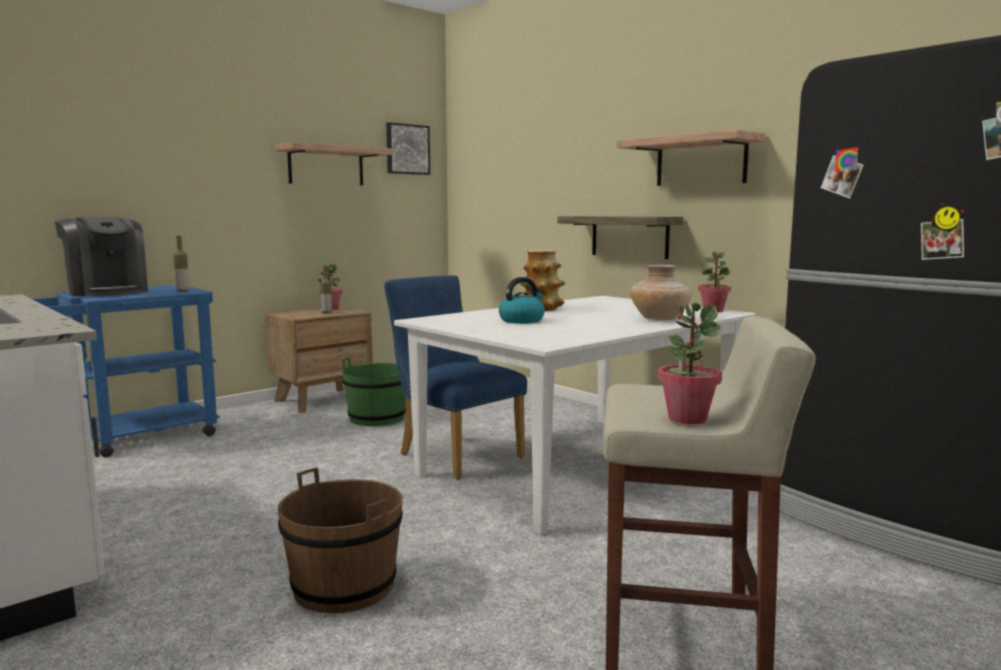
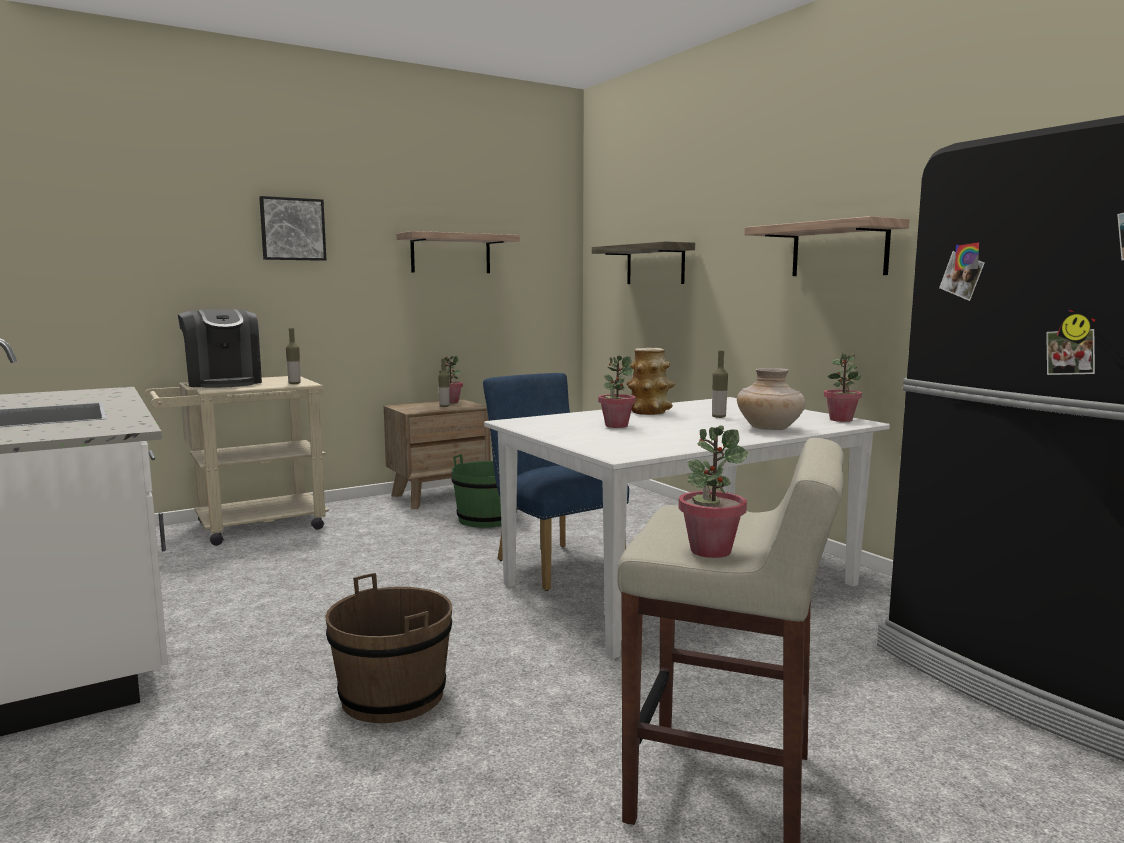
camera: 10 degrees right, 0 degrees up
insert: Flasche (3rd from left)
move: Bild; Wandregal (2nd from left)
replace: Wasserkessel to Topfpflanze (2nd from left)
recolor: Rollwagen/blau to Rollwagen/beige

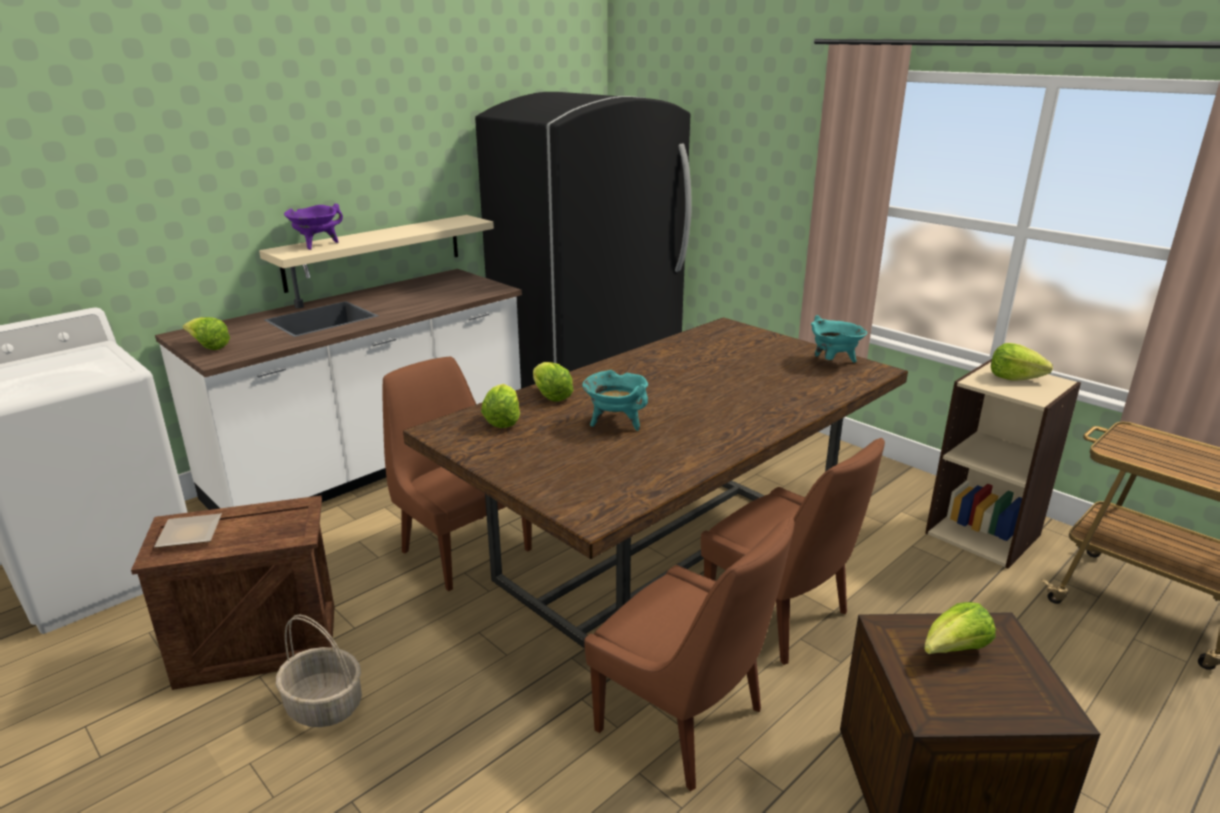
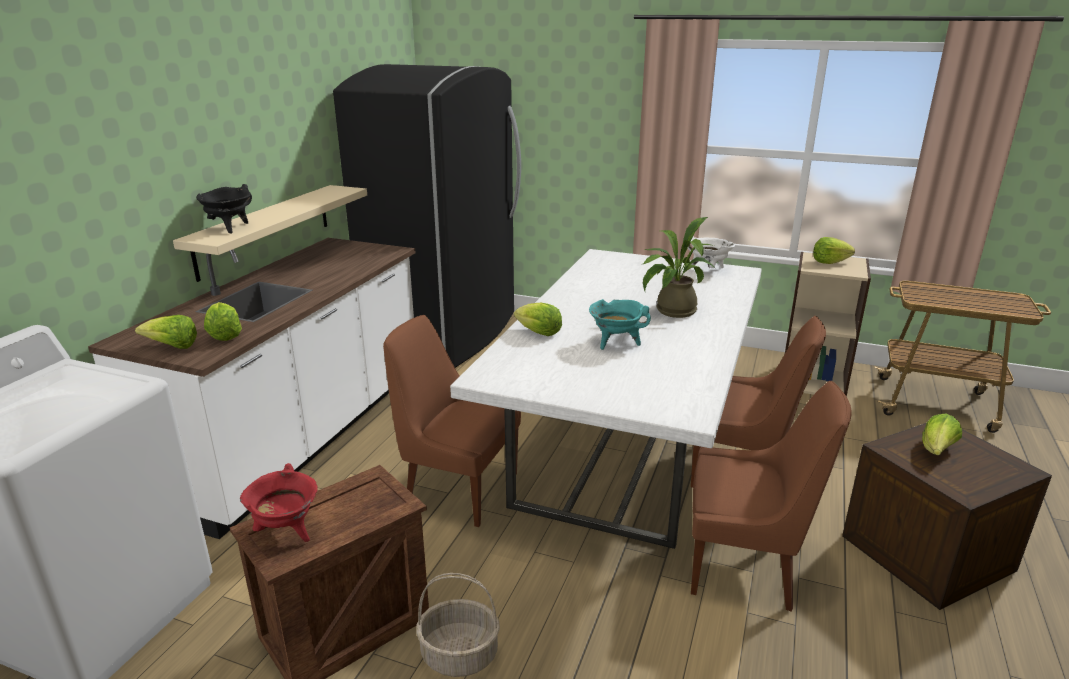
camera: 25 degrees left, 0 degrees up
insert: Topfpflanze
move: Salatkopf (2nd from left)
replace: Teller to Kochtopf/rot
recolor: Kochtopf/lila to Kochtopf/schwarz; Esstisch/braun to Esstisch/weiß; Kochtopf/türkis (2nd from left) to Kochtopf/weiß

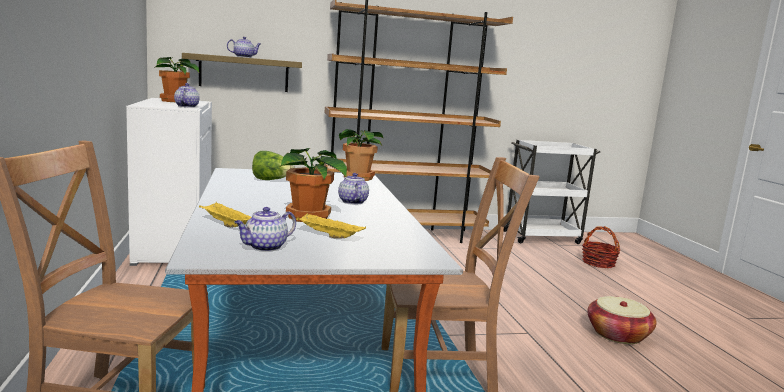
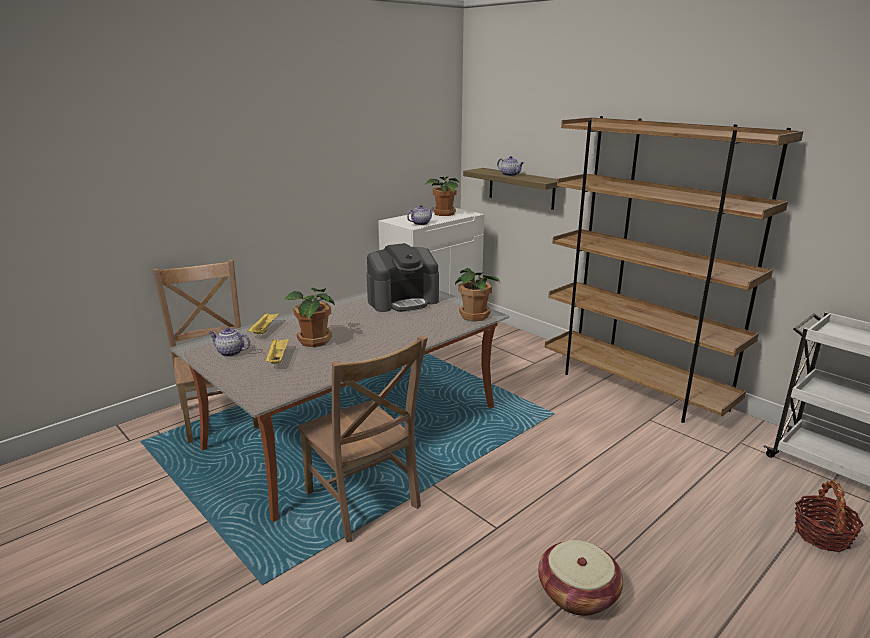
camera: 60 degrees right, 10 degrees up
delete: Teekanne (4th from left)
replace: Salatkopf to Kaffeemaschine

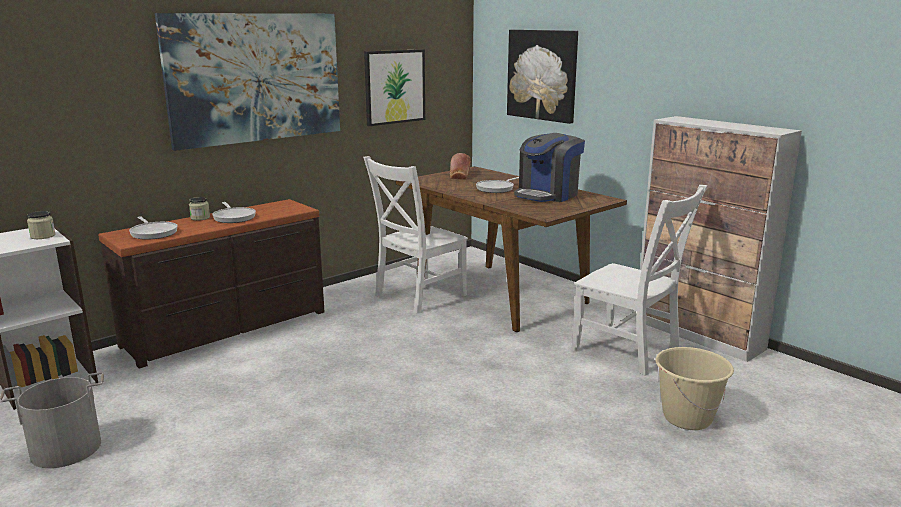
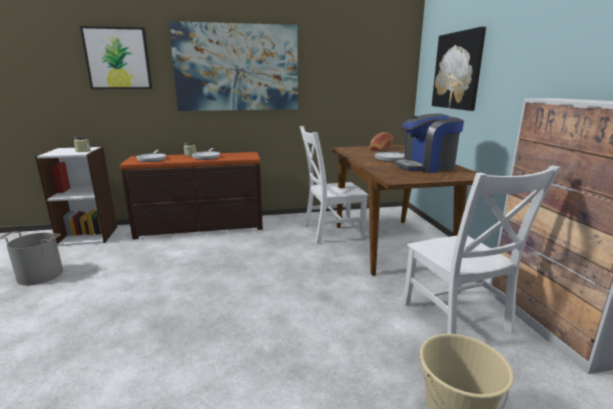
camera: 30 degrees right, 0 degrees up
move: Bild (2nd from left in the first image) to Bild (1st from left)

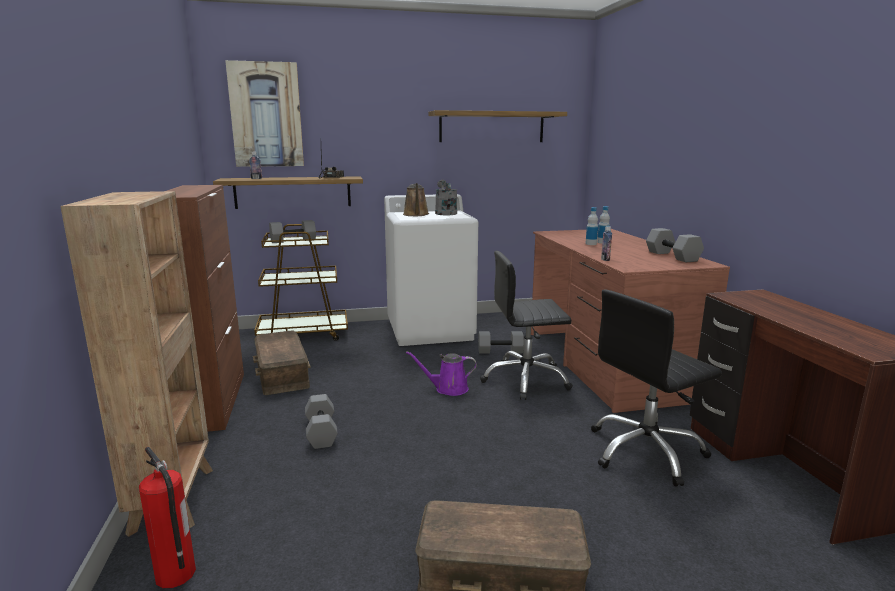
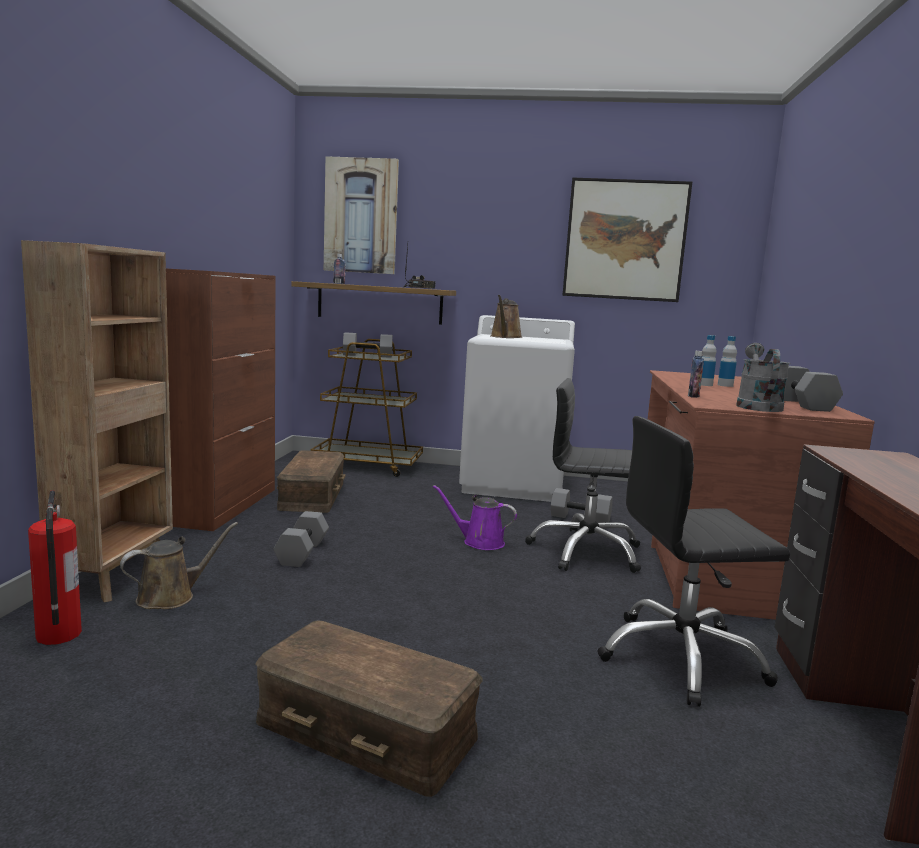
camera: 20 degrees right, 5 degrees down
insert: Gießkanne/braun (1st from left)
move: Gießkanne/grau
replace: Wandregal (2nd from left) to Bild (2nd from left)

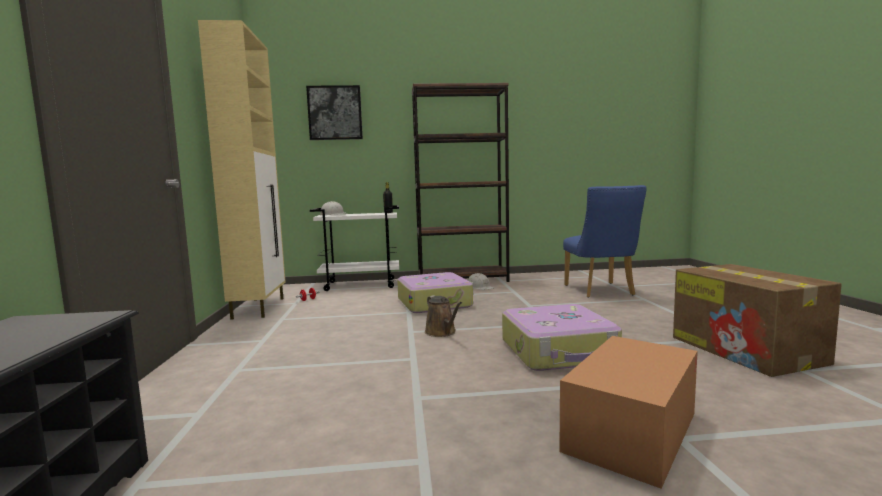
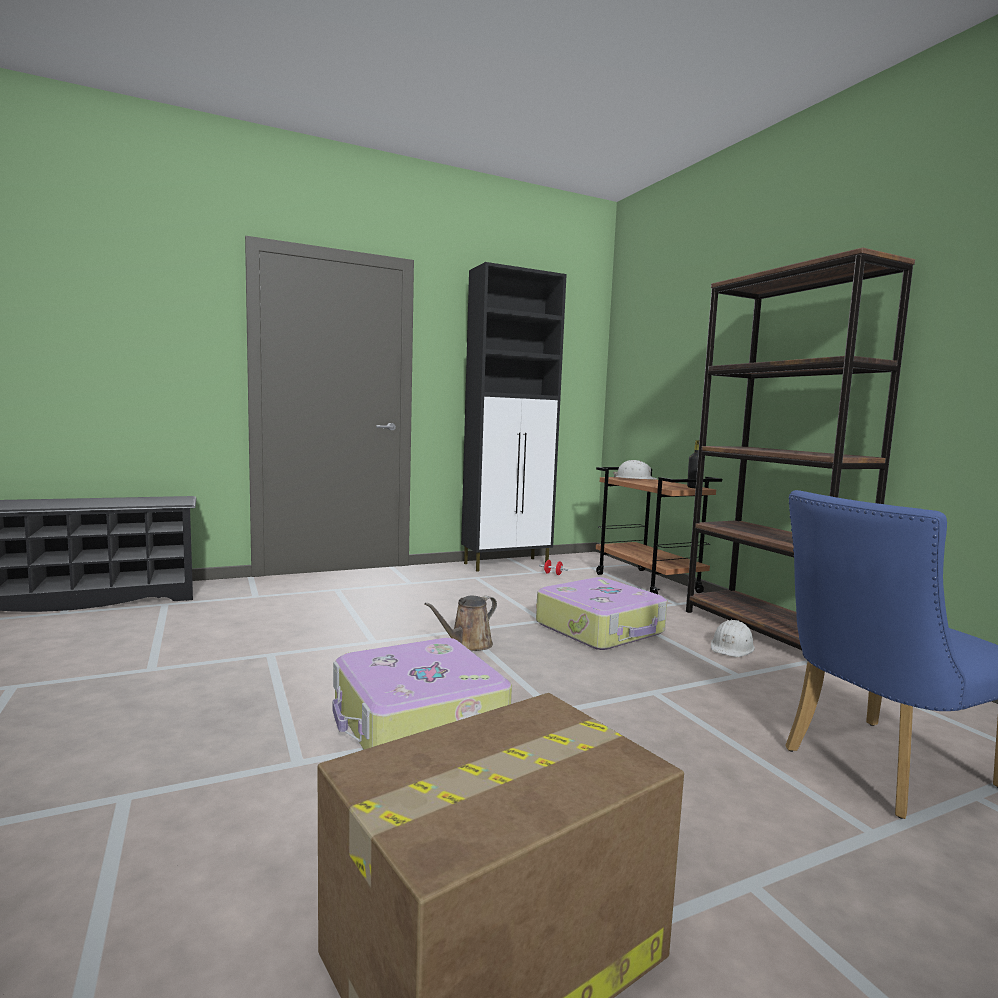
camera: 70 degrees right, 0 degrees up
delete: Bild; Karton (1st from left)
recolor: Schrank/beige to Schrank/schwarz; Rollwagen/weiß to Rollwagen/braun

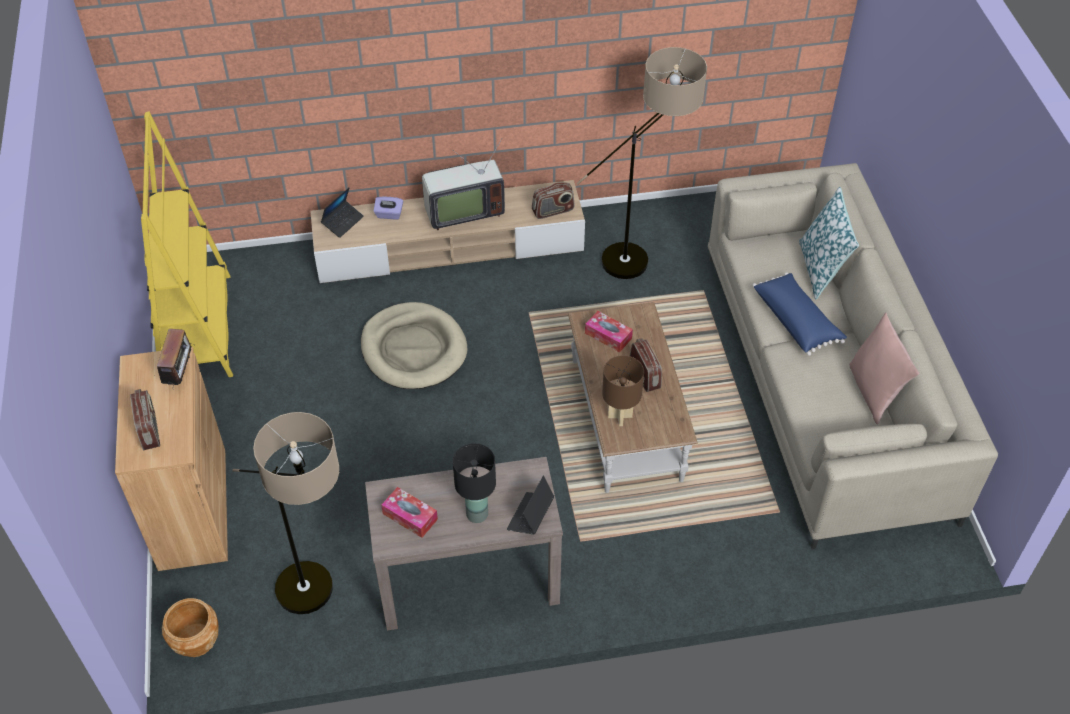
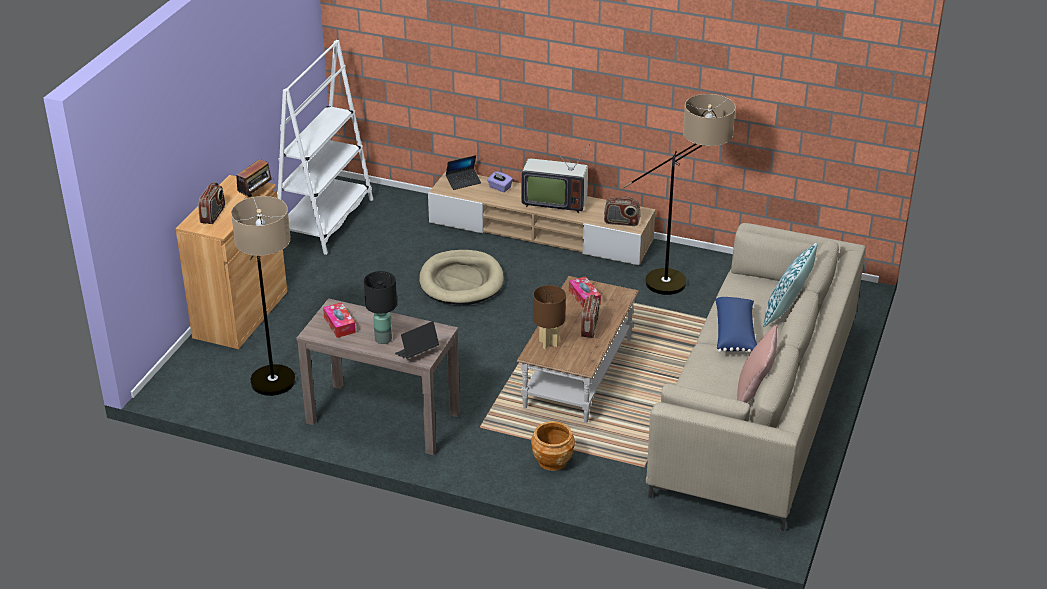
camera: 30 degrees right, 15 degrees down
move: Pflanzkübel/braun
recolor: Bücherregal/gelb to Bücherregal/weiß

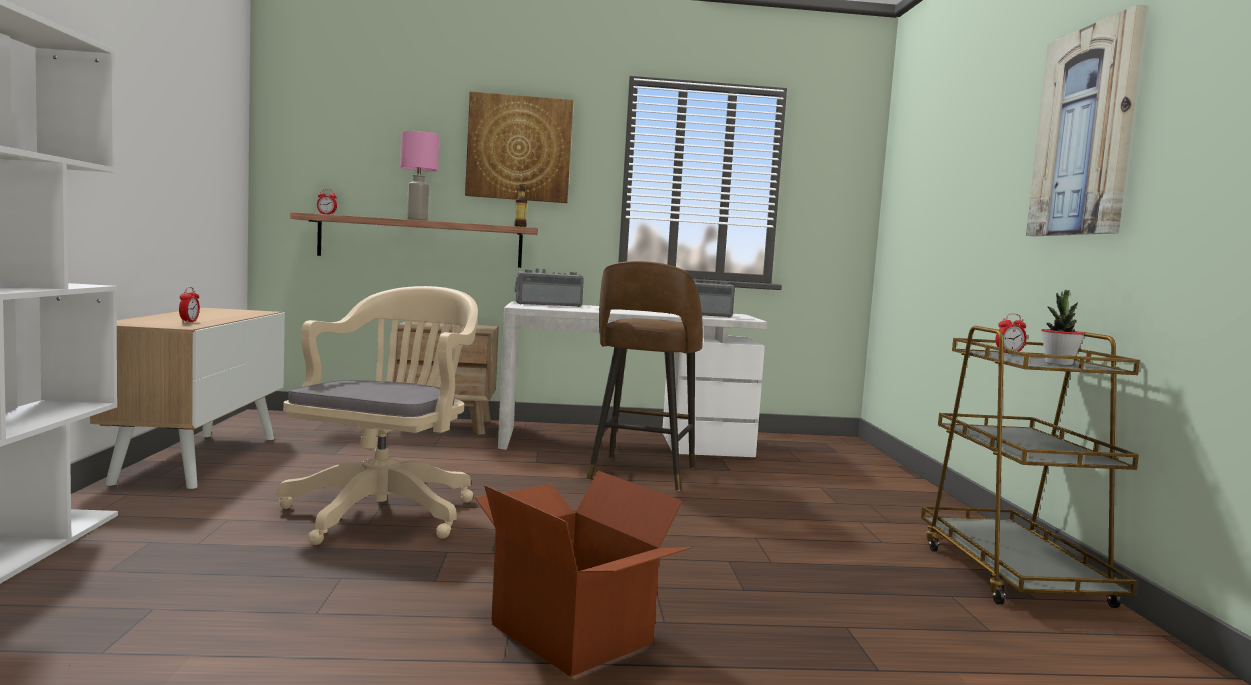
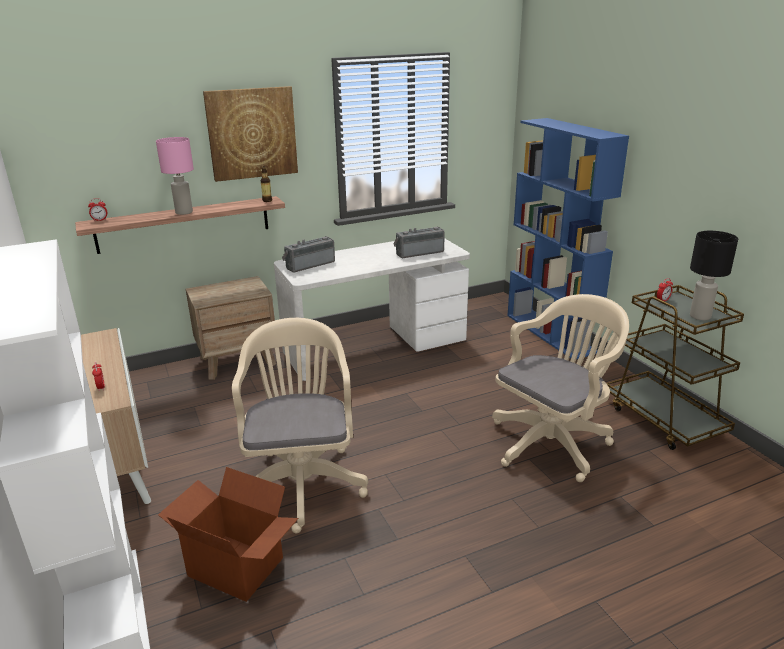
camera: 20 degrees left, 20 degrees up
delete: Hocker/braun; Bild (2nd from left)
insert: Bürostuhl/beige (2nd from left); Bücherregal/blau
move: Karton
replace: Topfpflanze to Tischlampe/schwarz

